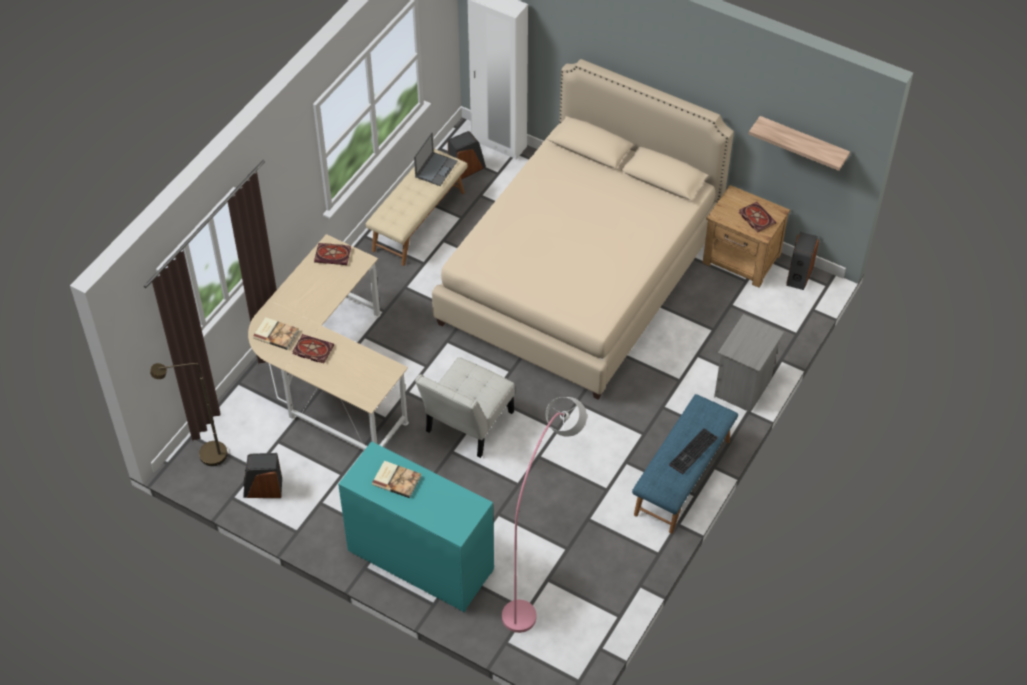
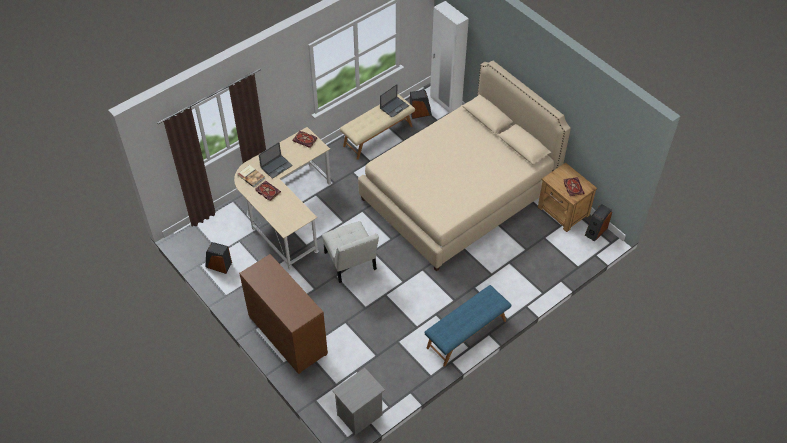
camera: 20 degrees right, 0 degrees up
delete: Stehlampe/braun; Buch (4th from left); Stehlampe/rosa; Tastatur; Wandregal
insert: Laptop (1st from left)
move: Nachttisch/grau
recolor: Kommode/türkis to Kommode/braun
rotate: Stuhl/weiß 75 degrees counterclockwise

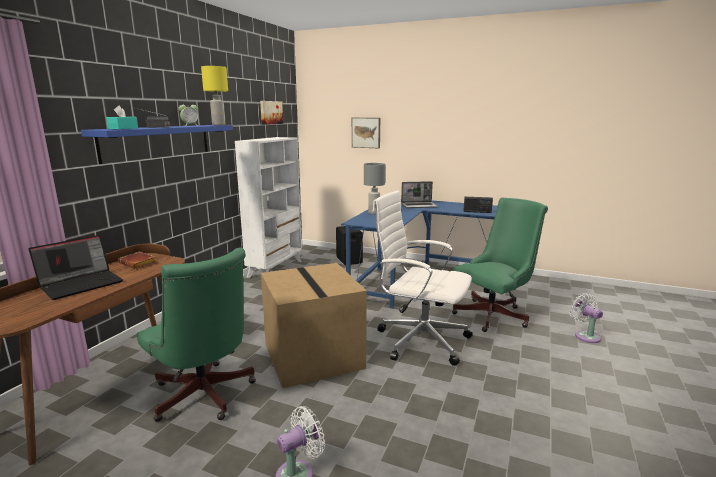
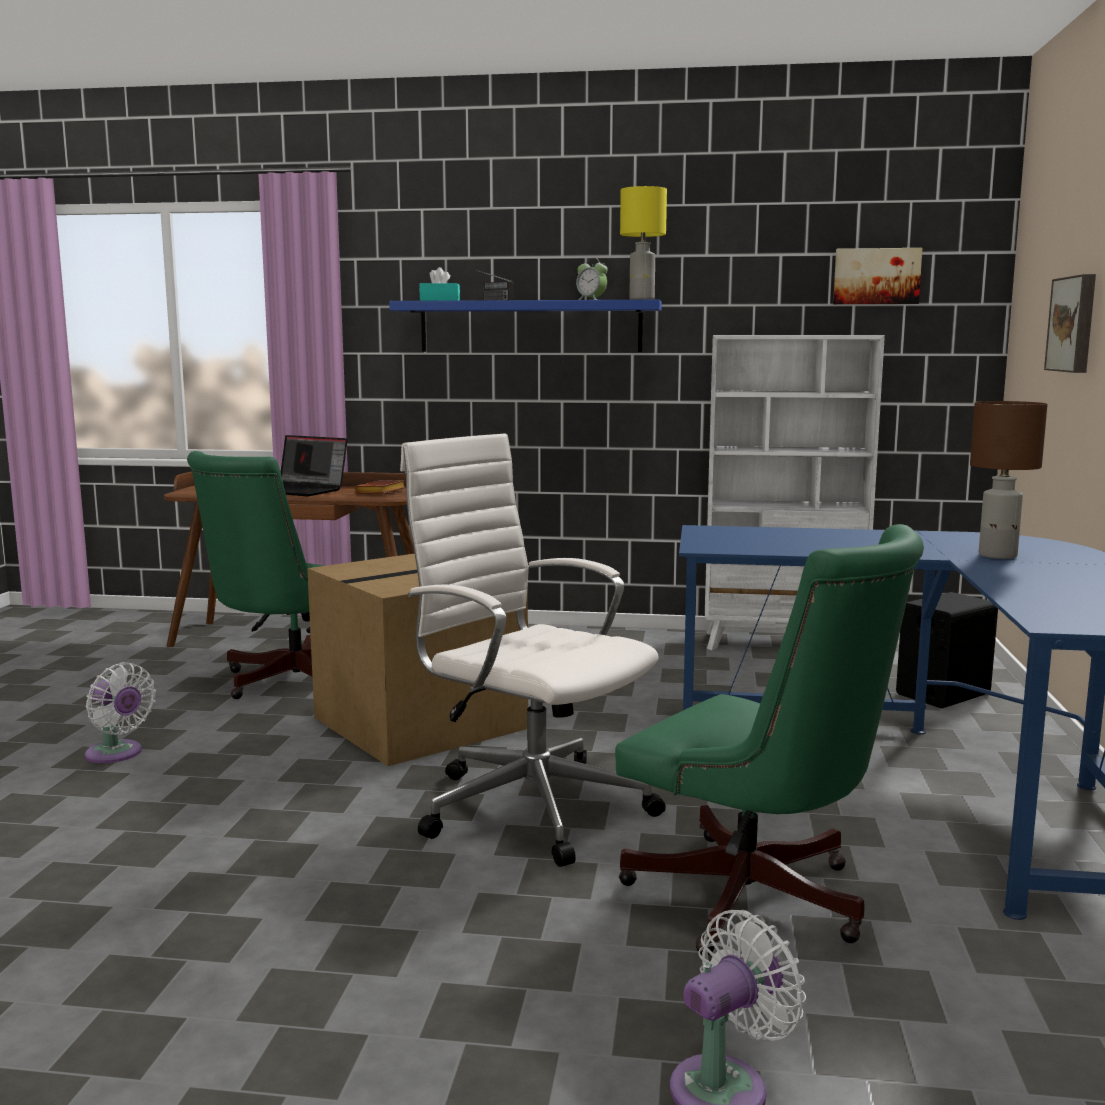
camera: 75 degrees right, 5 degrees down
delete: Tischlampe/grau; Radio (2nd from left)
replace: Laptop (2nd from left) to Tischlampe/braun
rotate: Bürostuhl/weiß 60 degrees counterclockwise

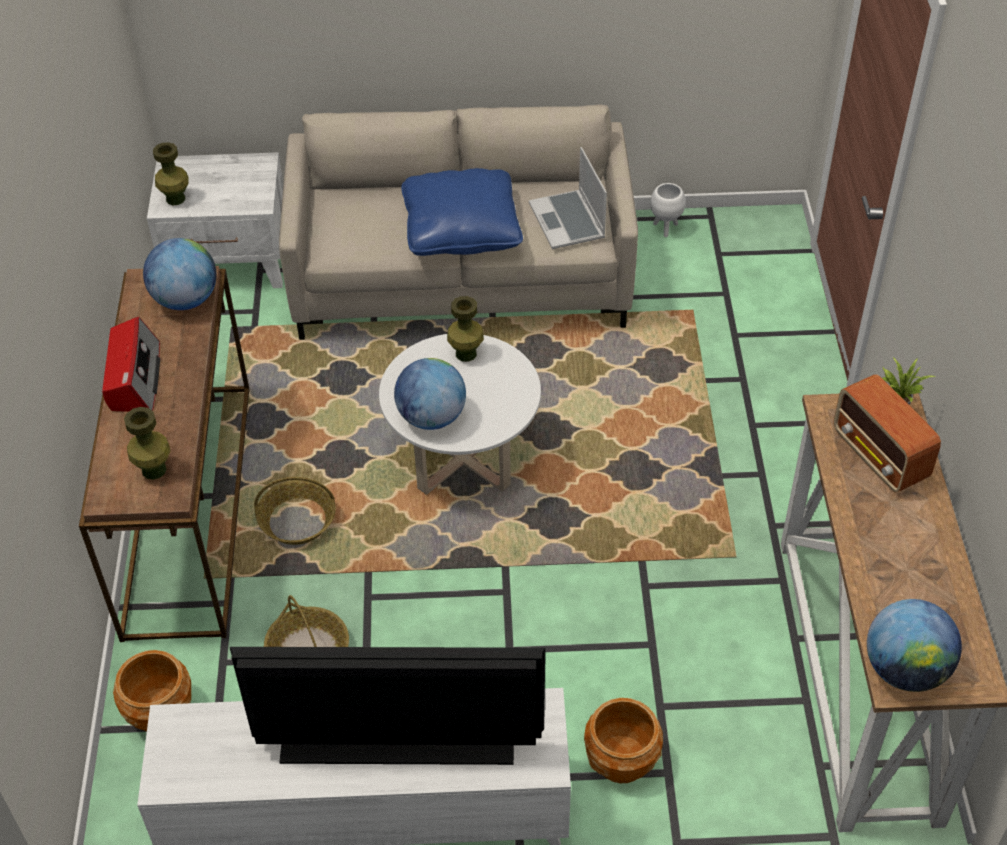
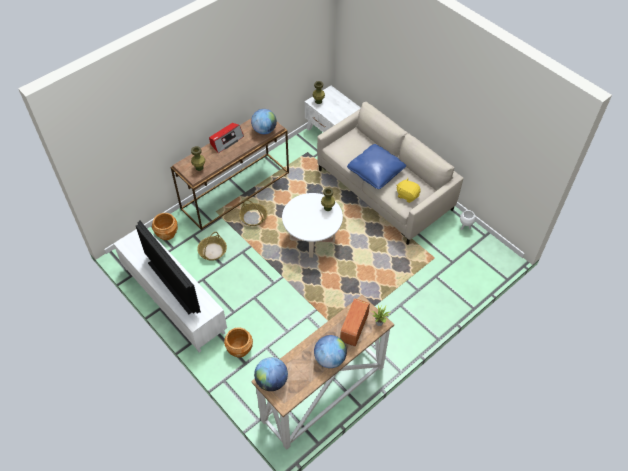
camera: 50 degrees right, 5 degrees up
move: Globus (2nd from left in the first image) to Globus (3rd from left)
replace: Laptop to Plüschtier/gelb

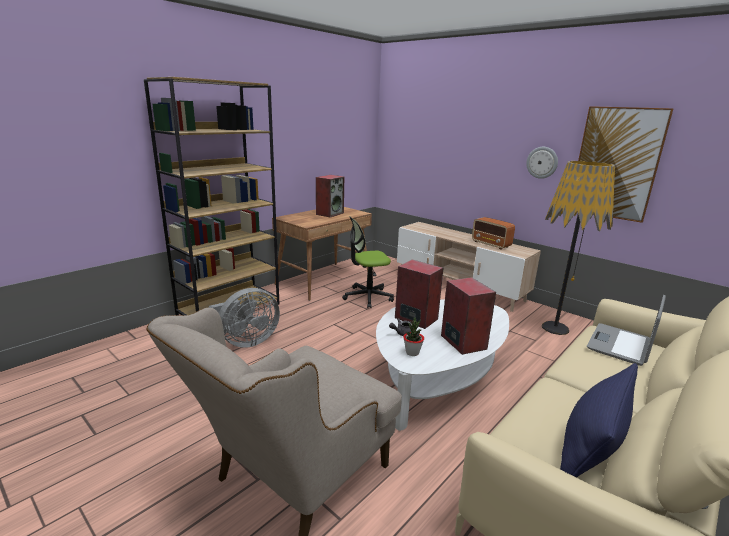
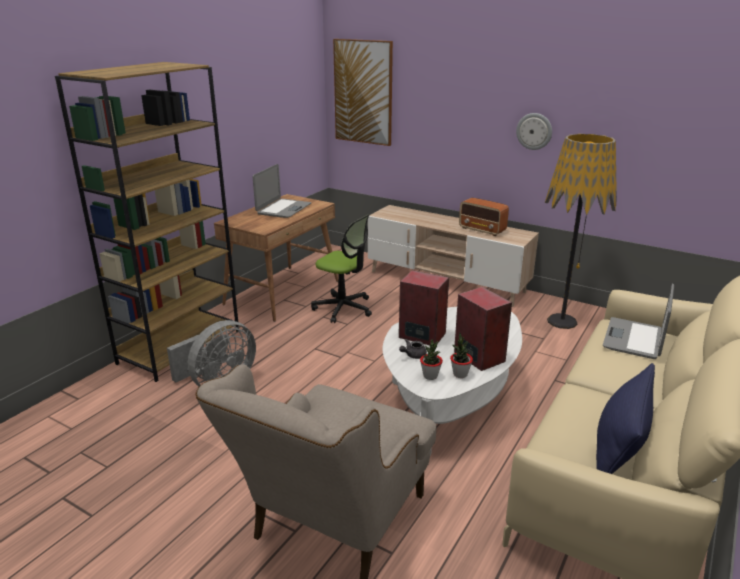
camera: 10 degrees left, 5 degrees up
insert: Topfpflanze (2nd from left)
move: Bild
replace: Lautsprecher (1st from left) to Laptop (1st from left)
rotate: Bürostuhl 120 degrees counterclockwise

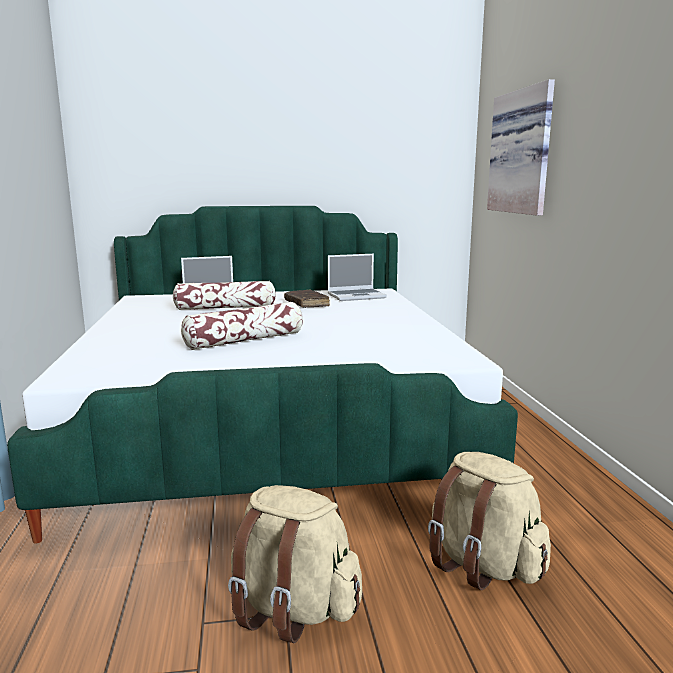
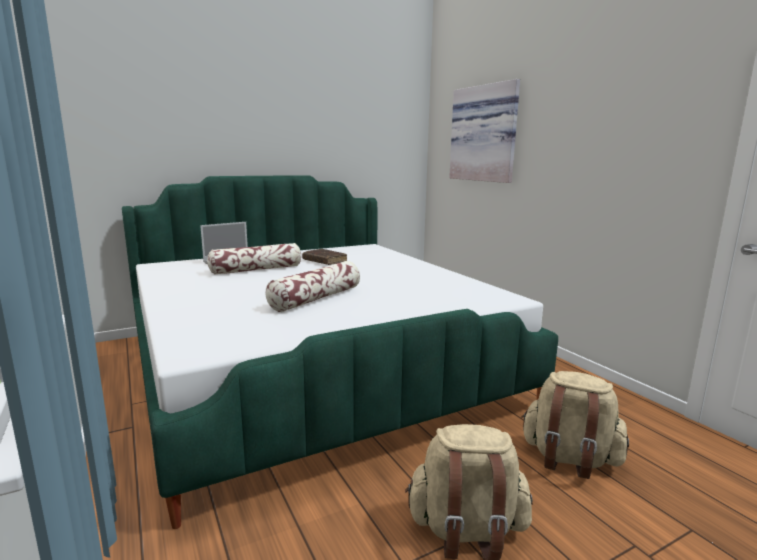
camera: 20 degrees left, 0 degrees up
delete: Laptop (2nd from left)

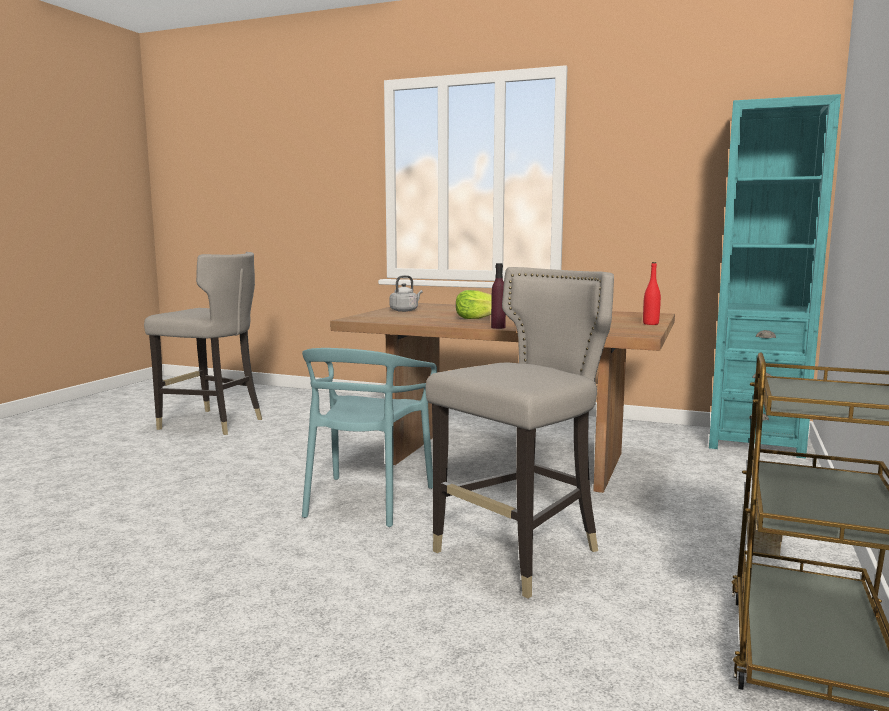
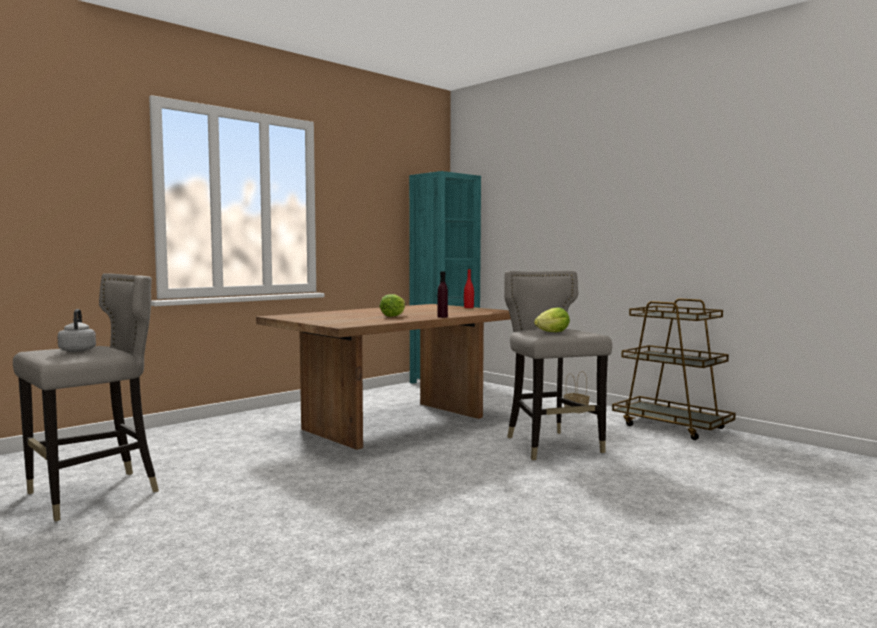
camera: 65 degrees left, 5 degrees down
delete: Stuhl/türkis
insert: Salatkopf (2nd from left)
move: Wasserkessel/grau

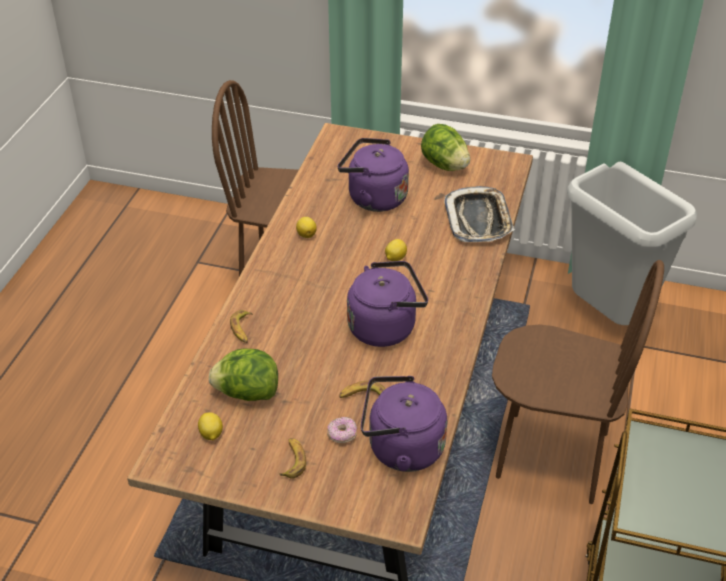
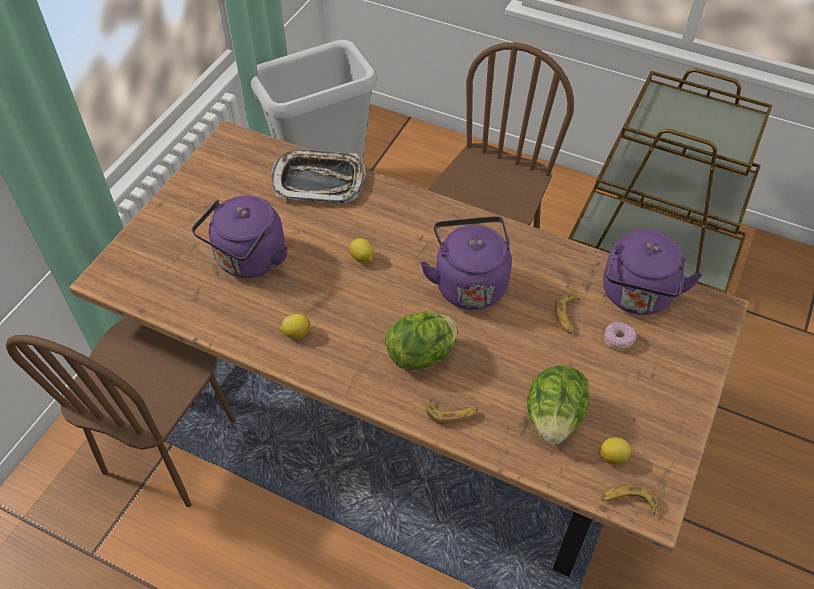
camera: 80 degrees left, 10 degrees up
move: Banane (2nd from left in the first image) to Banane (3rd from left); Salatkopf (2nd from left in the first image) to Salatkopf (1st from left)

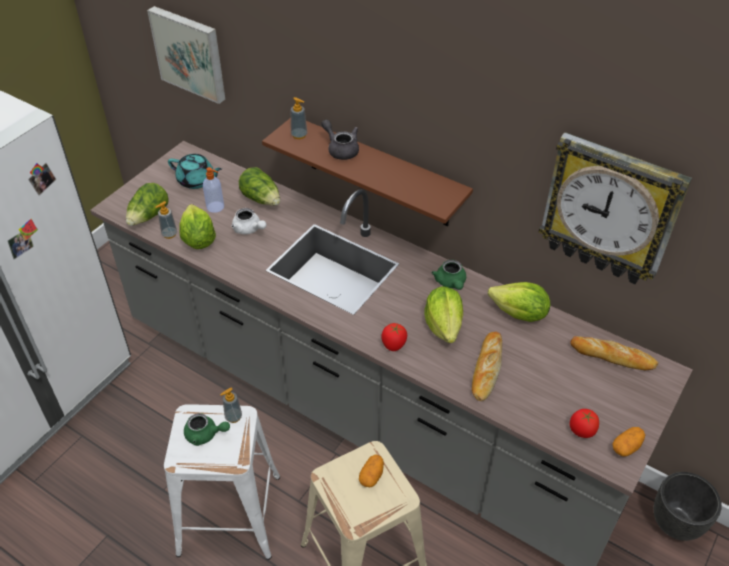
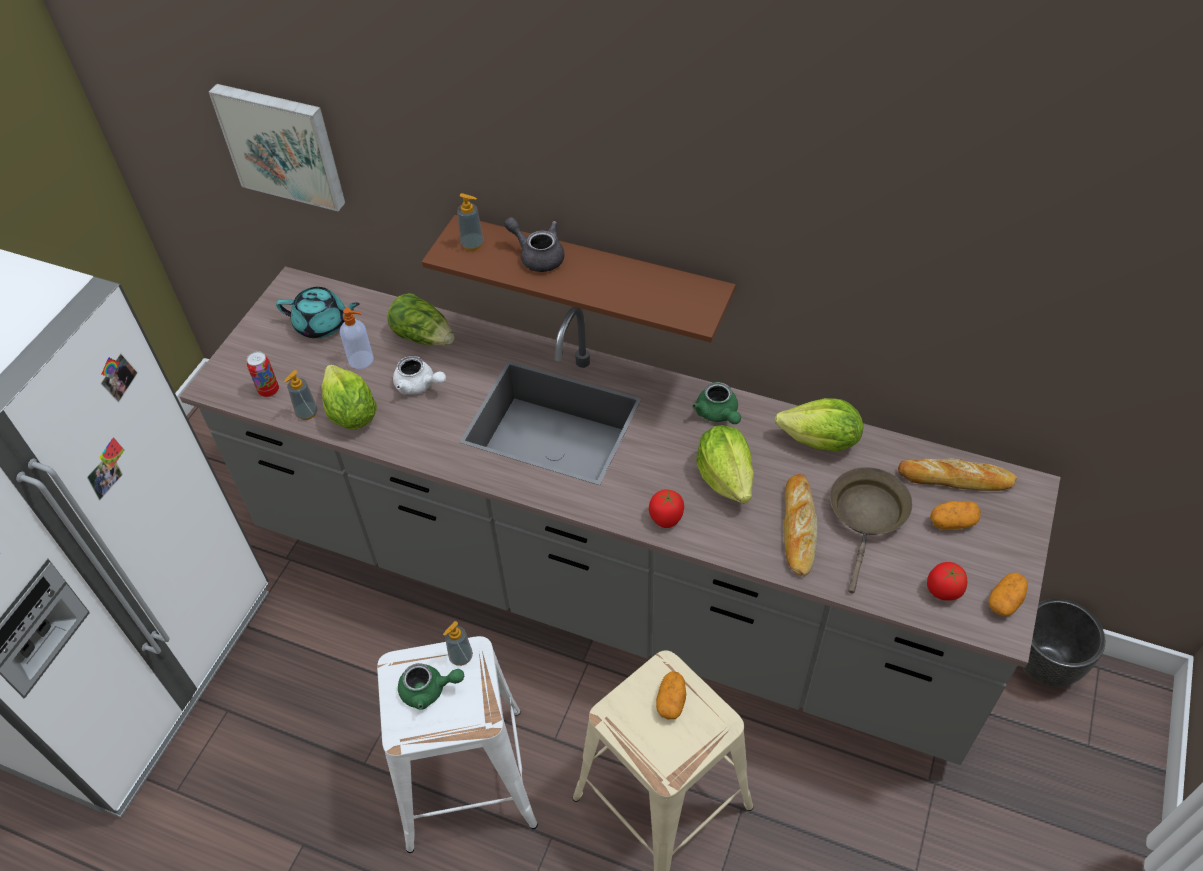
camera: 10 degrees left, 5 degrees up
delete: Wanduhr
insert: Pfanne/braun; Kartoffel (2nd from left)
replace: Salatkopf (1st from left) to Dose

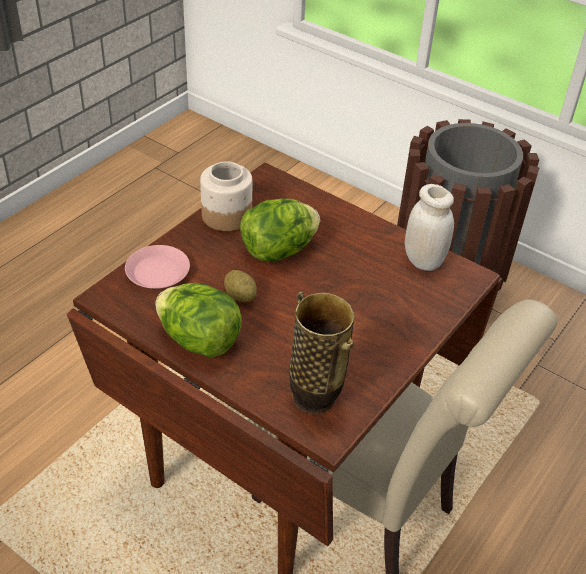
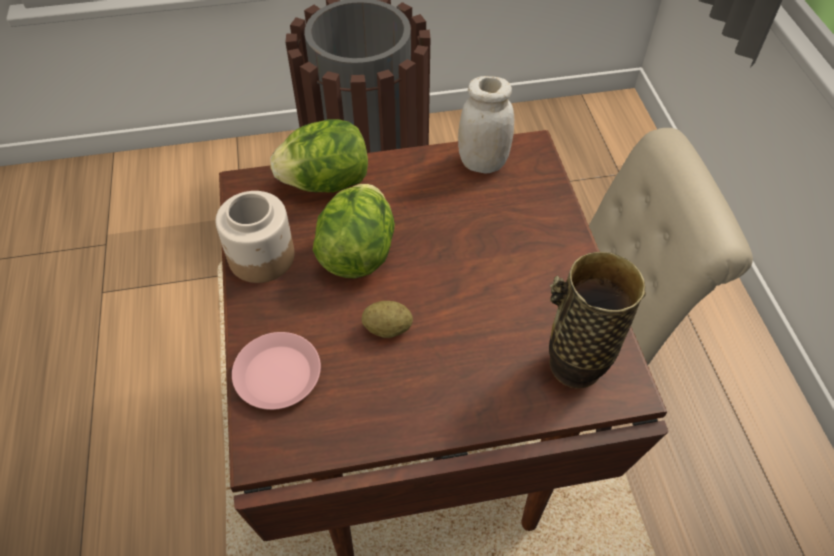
camera: 45 degrees left, 10 degrees up
move: Salatkopf (1st from left)

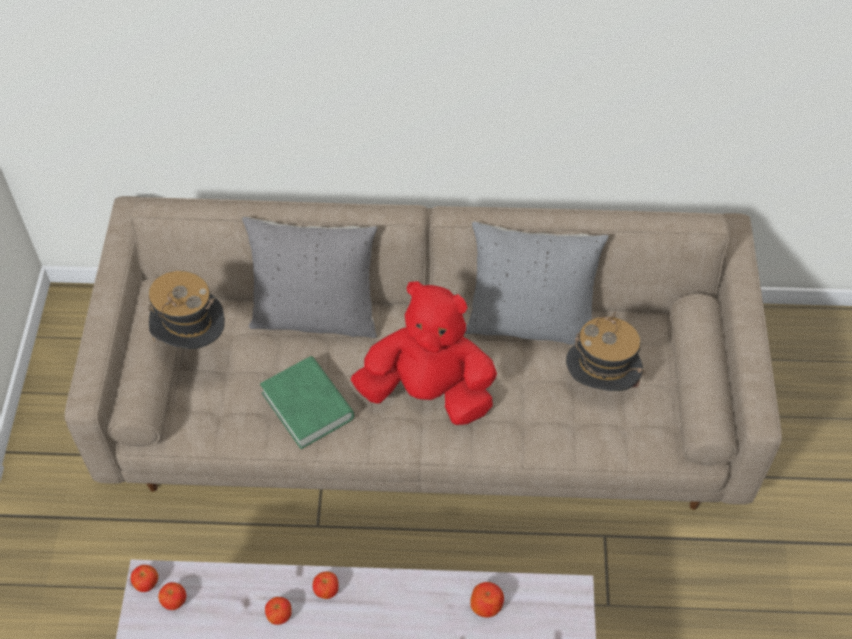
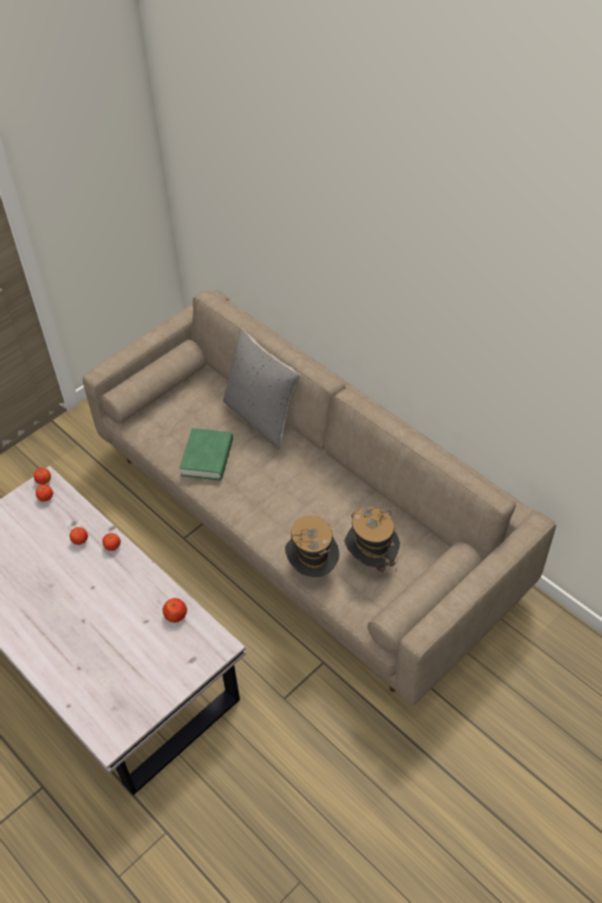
camera: 45 degrees right, 5 degrees down
delete: Plüschtier/rot; Kissen/grau (2nd from left)
move: Hut (1st from left)

